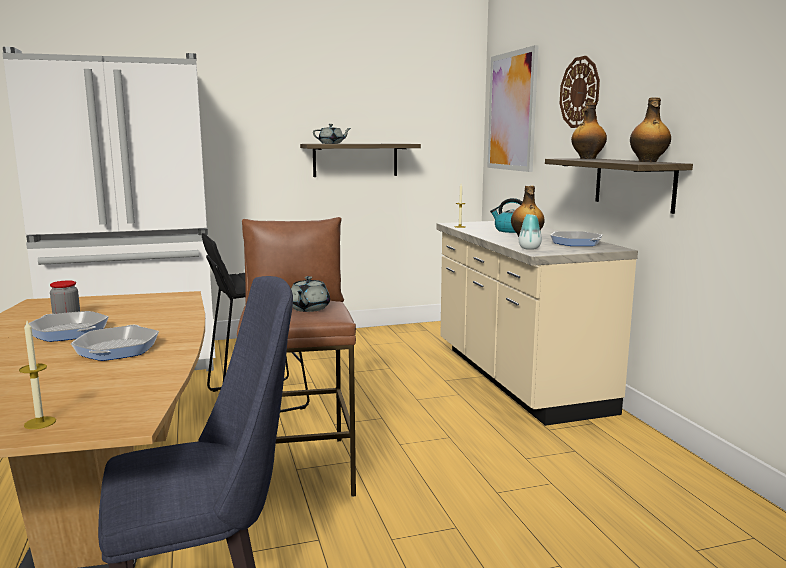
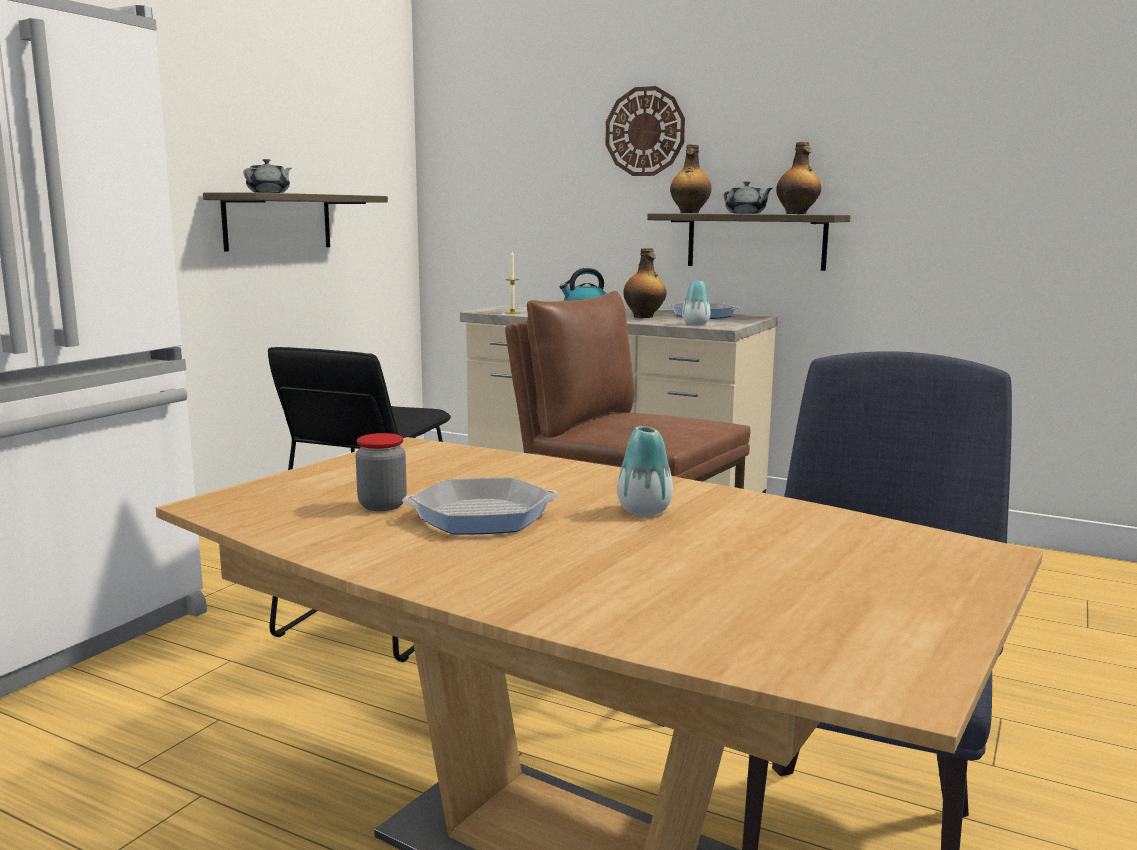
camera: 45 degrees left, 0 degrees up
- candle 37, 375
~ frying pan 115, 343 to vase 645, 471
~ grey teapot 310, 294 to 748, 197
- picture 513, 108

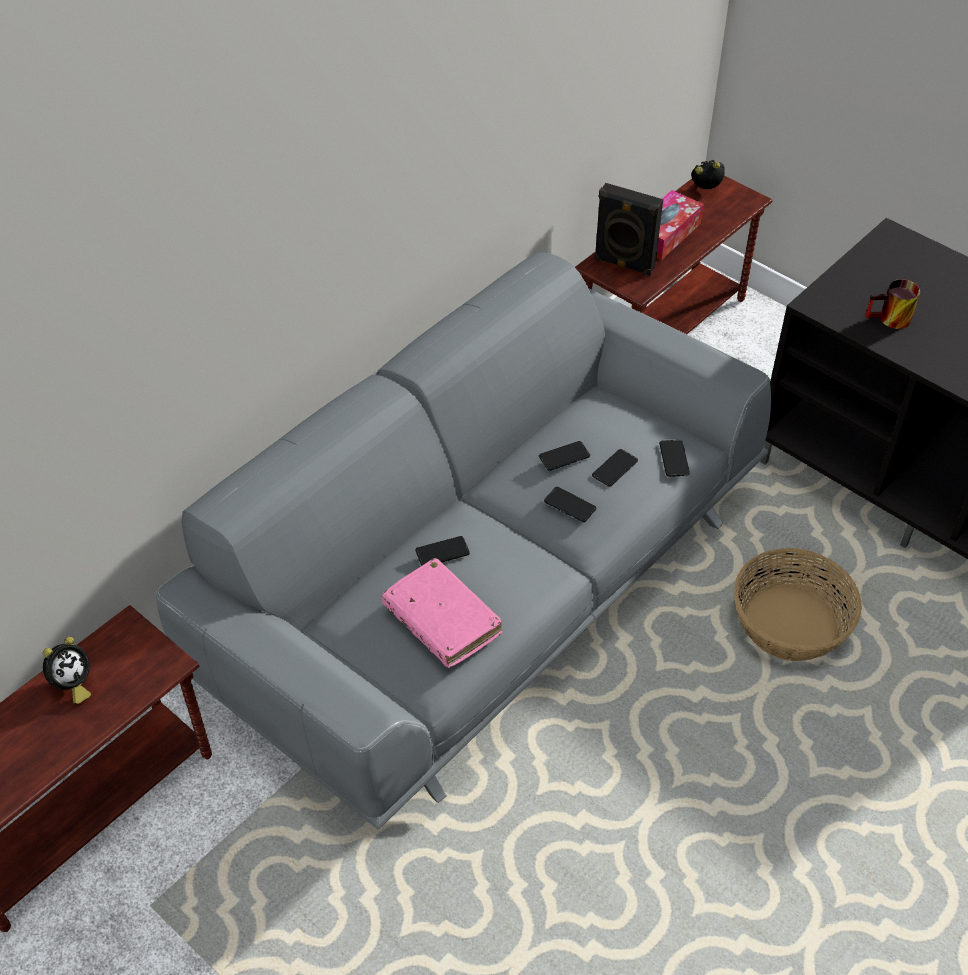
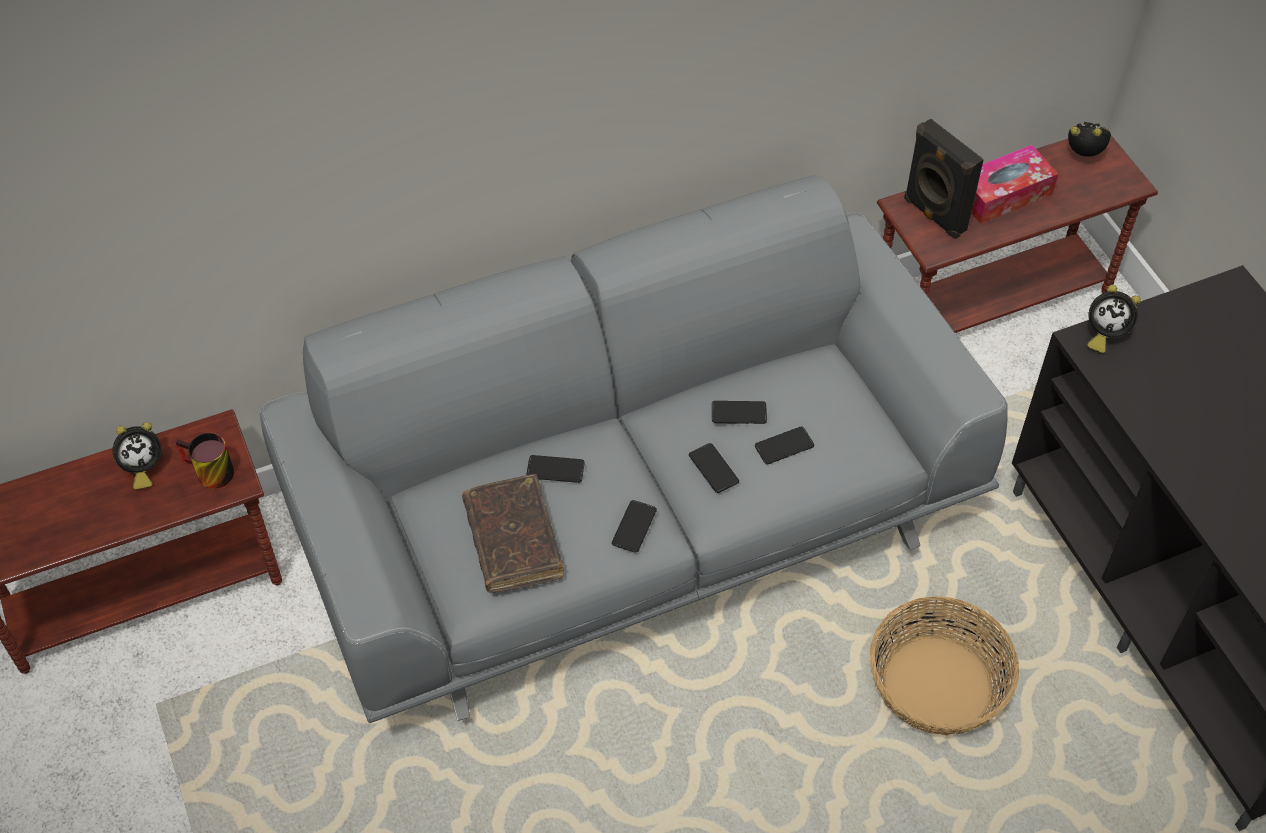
camera: 25 degrees right, 5 degrees up
~ pink book 442, 613 to brown book 513, 533
~ phone 674, 458 to 634, 526
~ mug 892, 304 to 205, 461
+ alarm clock 1114, 319

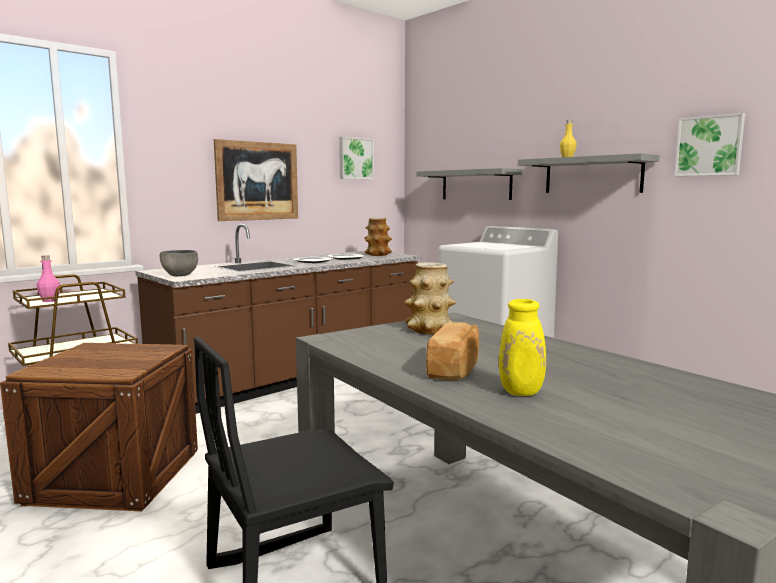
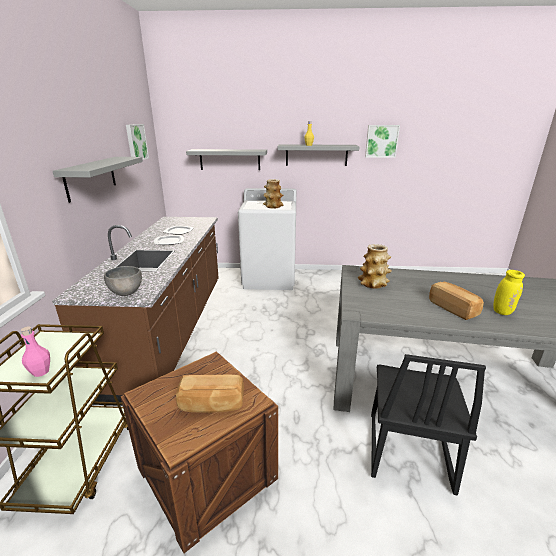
camera: 45 degrees left, 15 degrees up
~ picture 256, 180 to grey shelf 98, 180
~ vase 378, 237 to 273, 194
+ bread 210, 394

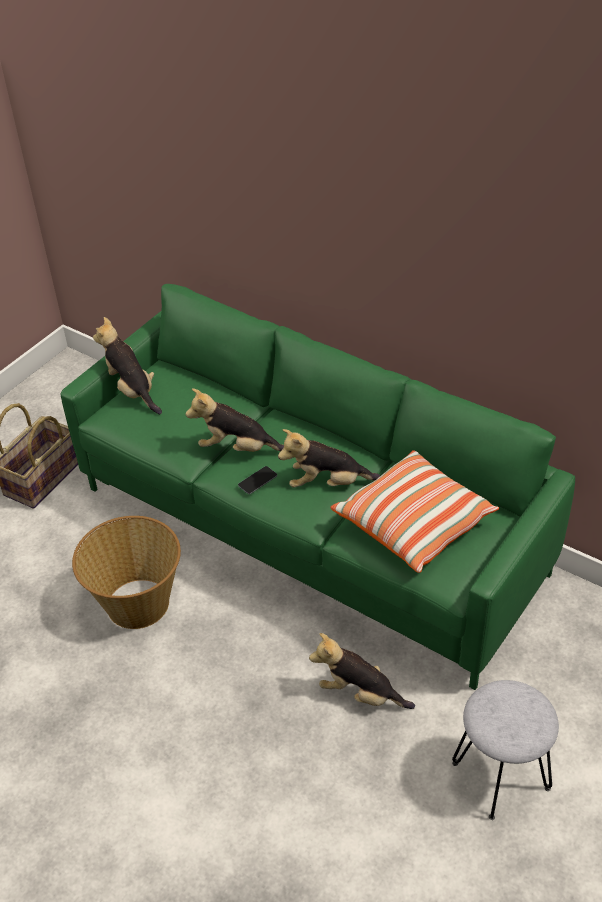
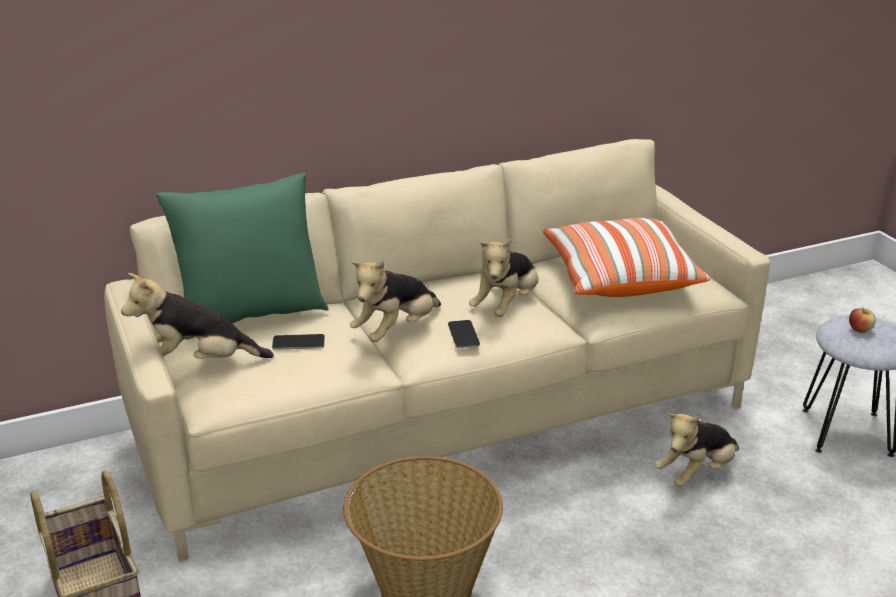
camera: 60 degrees left, 15 degrees down
~ green sofa 318, 487 to beige sofa 437, 350
+ green pillow 242, 256
+ phone 298, 342
+ apple 862, 319

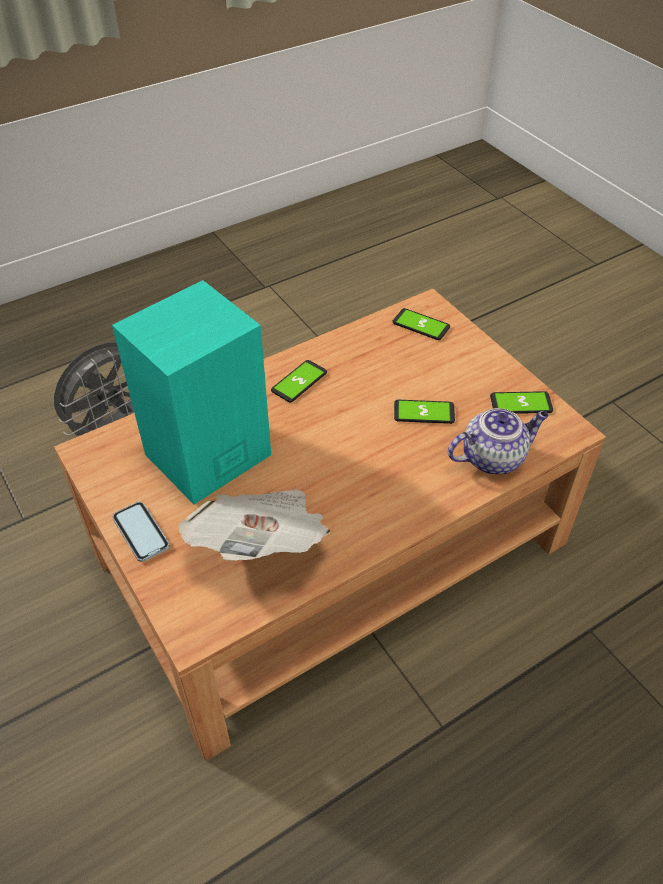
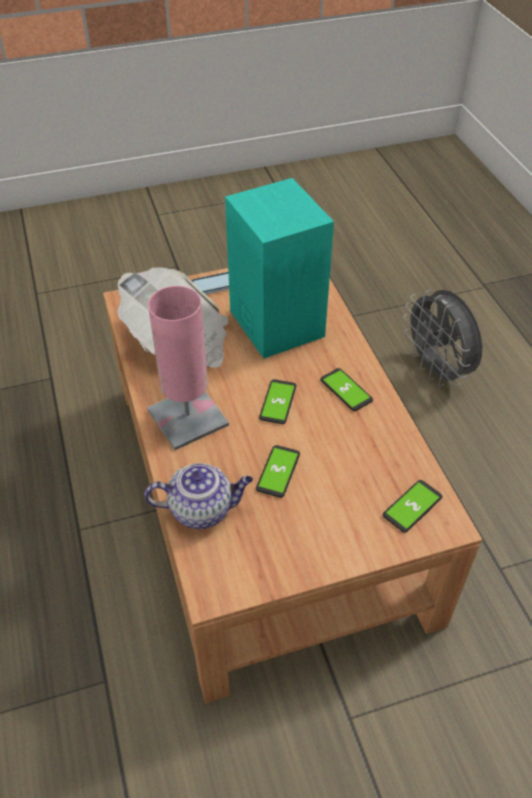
camera: 105 degrees right, 0 degrees up
~ teapot 498, 441 = 198, 496 90 degrees counterclockwise
~ phone 521, 402 to 277, 401
+ pink table lamp 188, 368

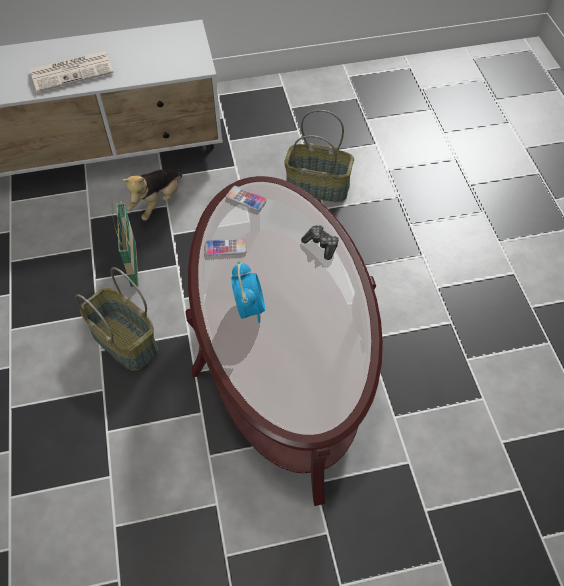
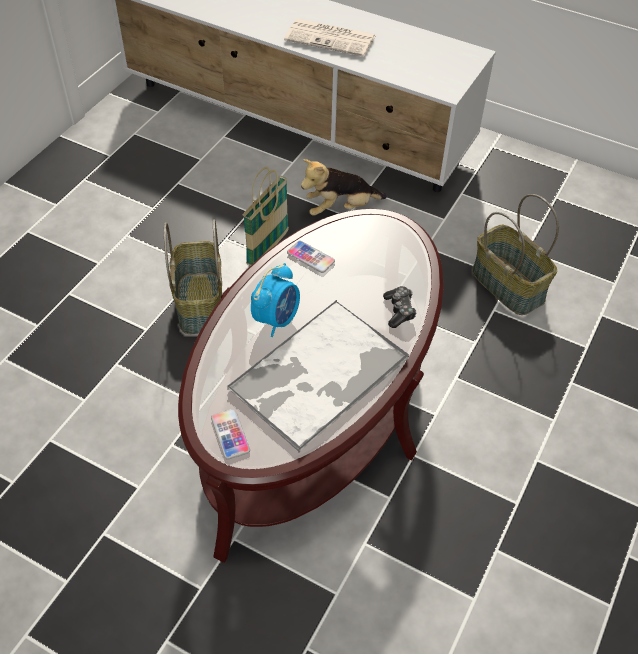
camera: 40 degrees right, 5 degrees down
~ phone 246, 198 to 230, 434
+ tray 317, 376

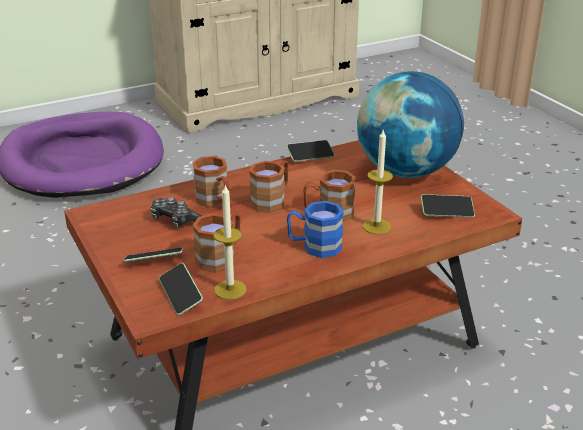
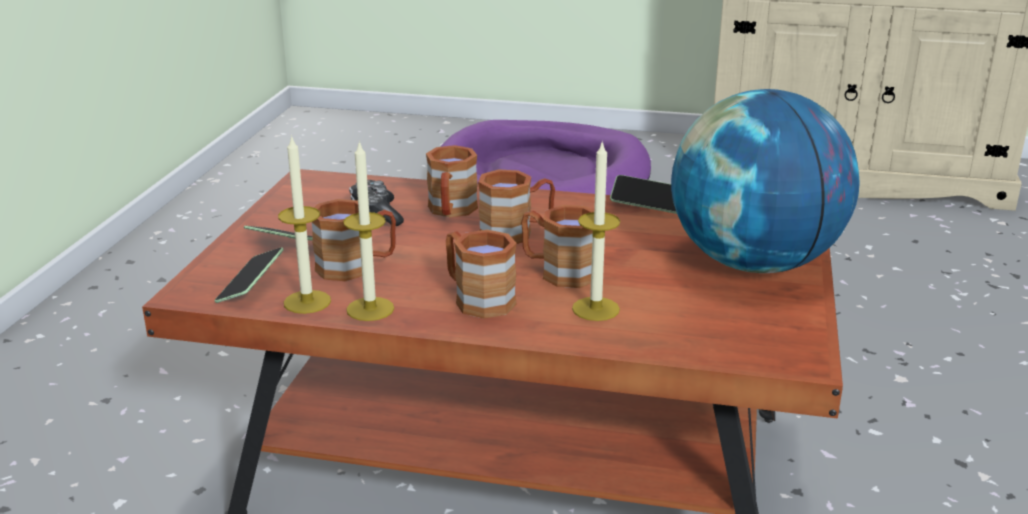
camera: 40 degrees right, 5 degrees down
~ blue mug 315, 229 to brown mug 481, 274
- phone 448, 206
+ candle 368, 230

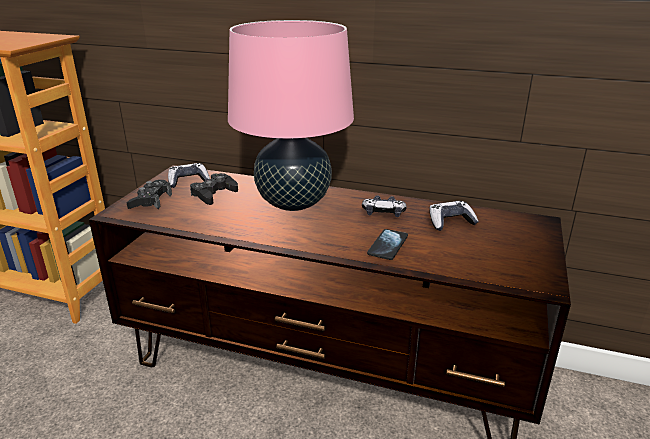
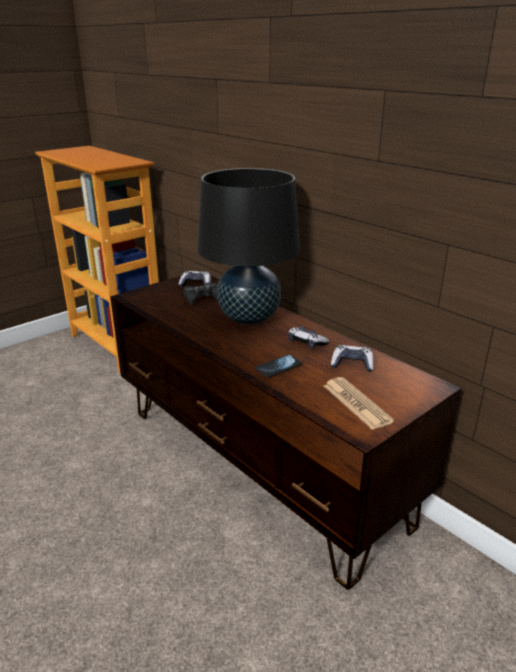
camera: 30 degrees right, 0 degrees up
- black game controller 149, 194
~ pink table lamp 291, 115 to black table lamp 248, 246
+ newspaper 359, 403

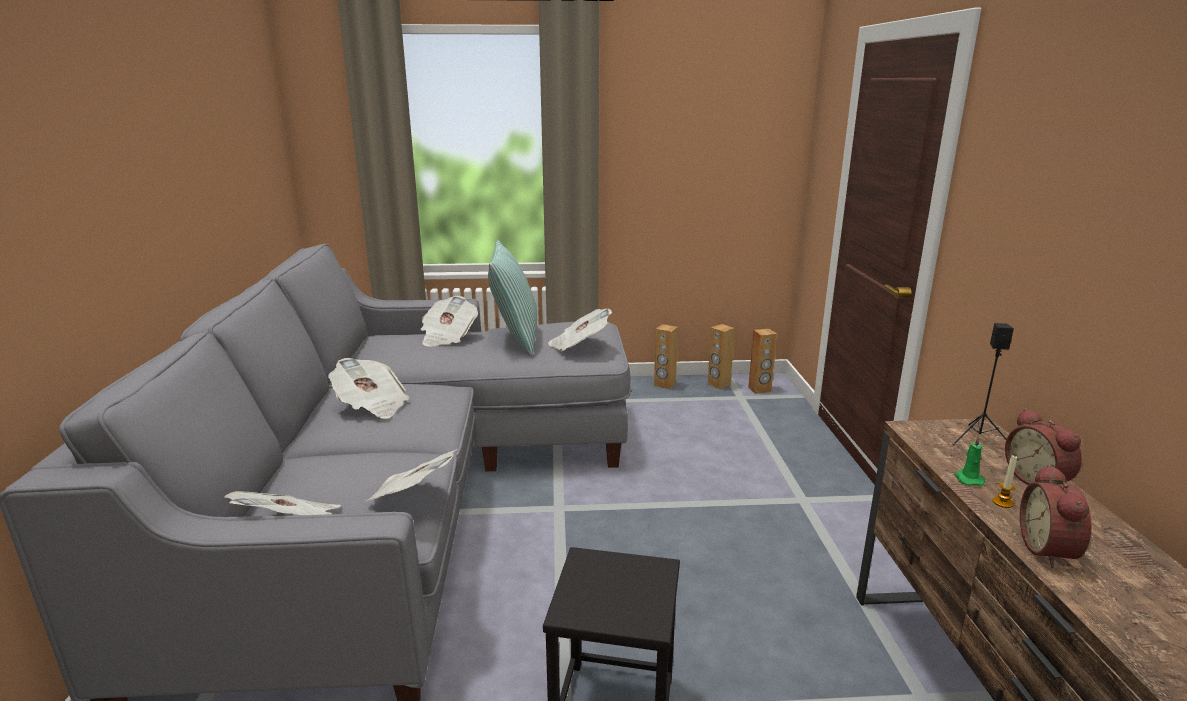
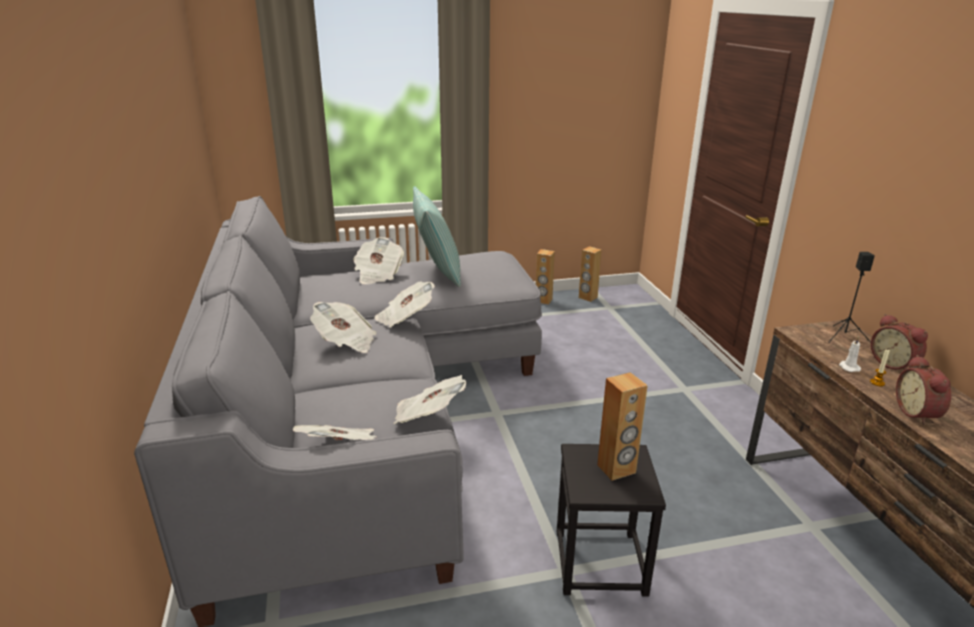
camera: 10 degrees left, 5 degrees up
~ newspaper 580, 330 to 404, 304
~ brown speaker 762, 361 to 622, 426
~ green candle 970, 461 to white candle 850, 354

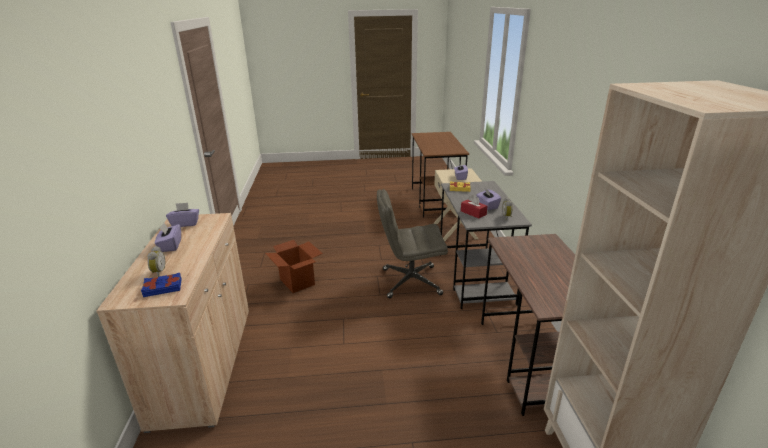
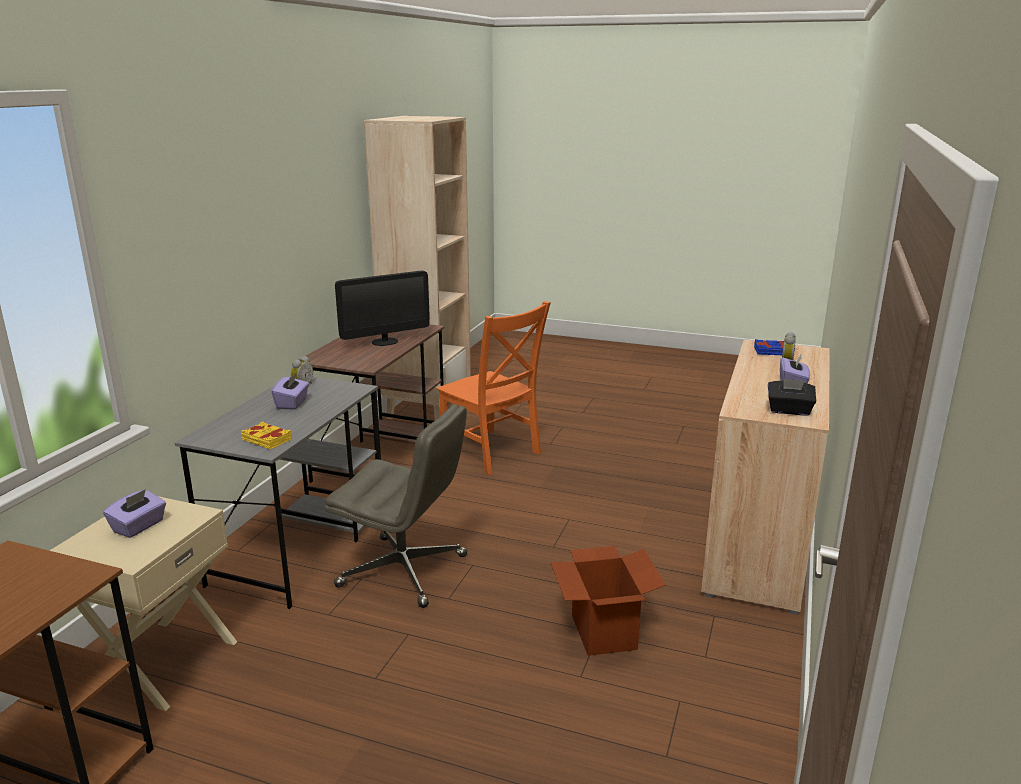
camera: 155 degrees left, 5 degrees down
~ purple tissue box 182, 215 to black tissue box 792, 397
- red tissue box 474, 206
+ monitor 382, 308
+ orange chair 494, 388

